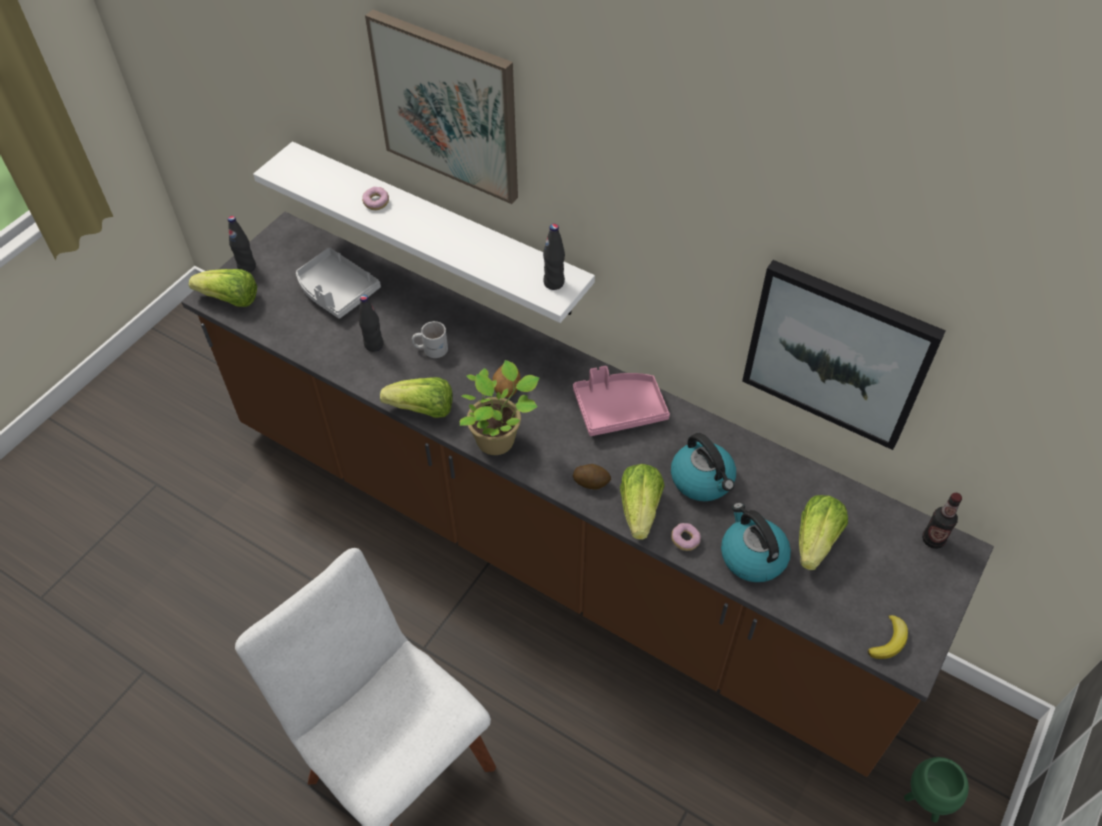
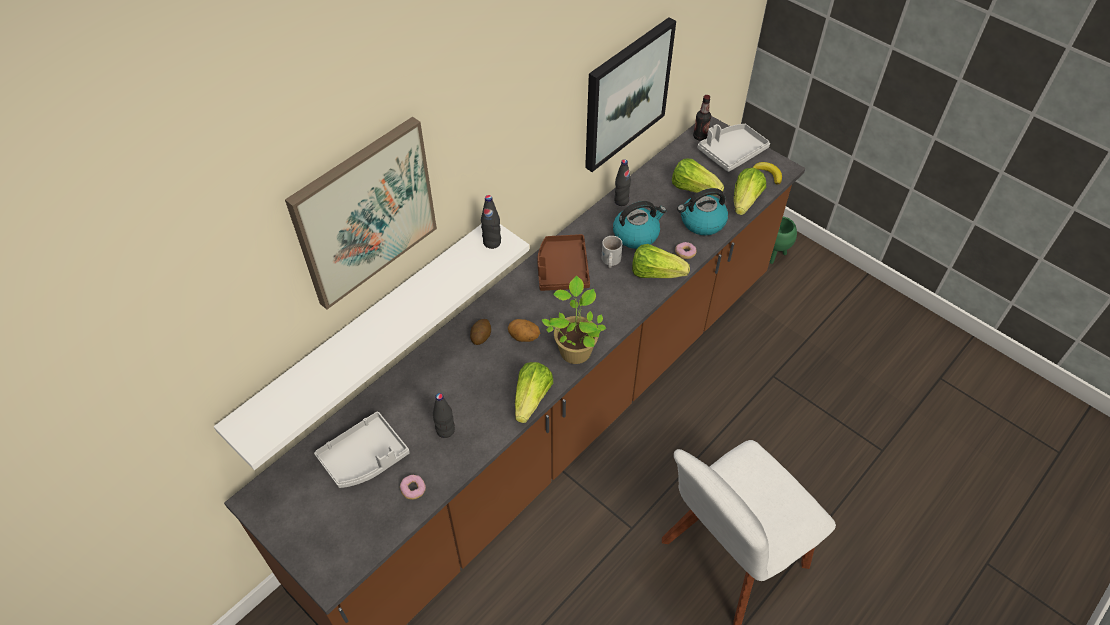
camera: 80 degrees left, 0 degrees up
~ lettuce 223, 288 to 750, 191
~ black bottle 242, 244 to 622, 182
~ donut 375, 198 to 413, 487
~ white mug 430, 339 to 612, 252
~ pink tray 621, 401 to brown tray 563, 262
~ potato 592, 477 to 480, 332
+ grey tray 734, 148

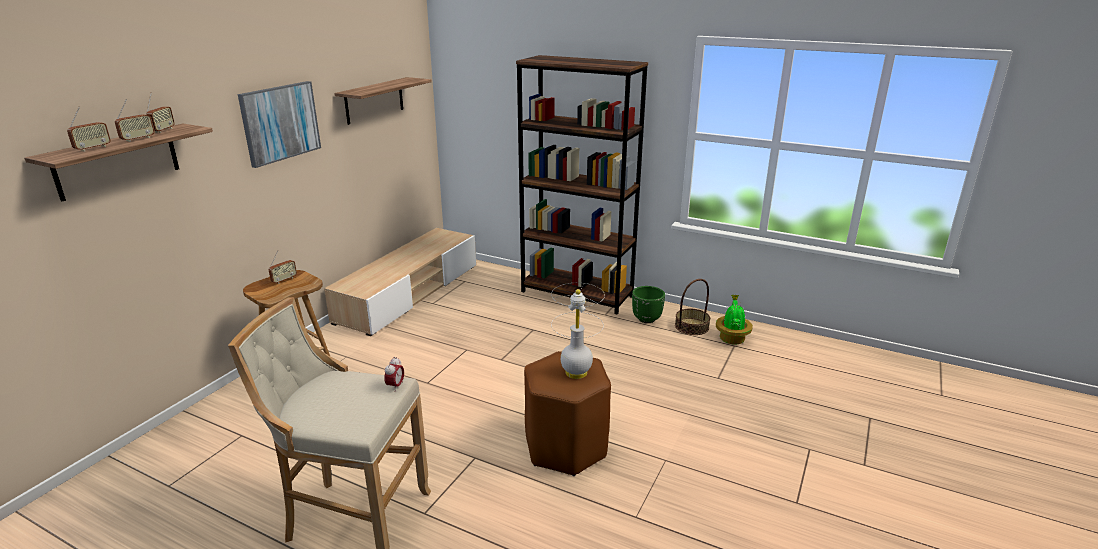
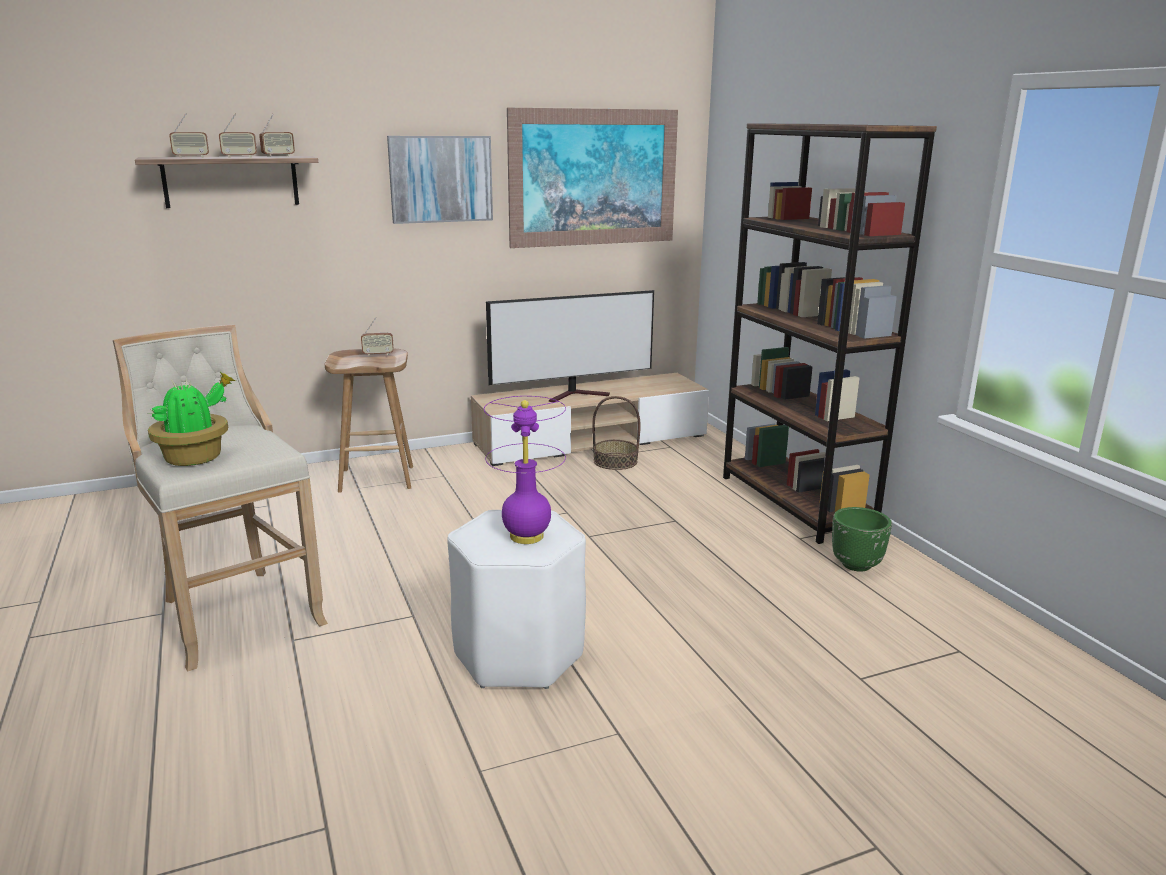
camera: 40 degrees right, 5 degrees down
~ shelf 383, 101 to picture 592, 178
- alarm clock 394, 374
~ brown stool 567, 413 to white stool 516, 599
~ white table lamp 578, 331 to purple table lamp 525, 470
~ basket 692, 307 to 616, 433
~ potted plant 734, 319 to 192, 419
+ television 570, 346

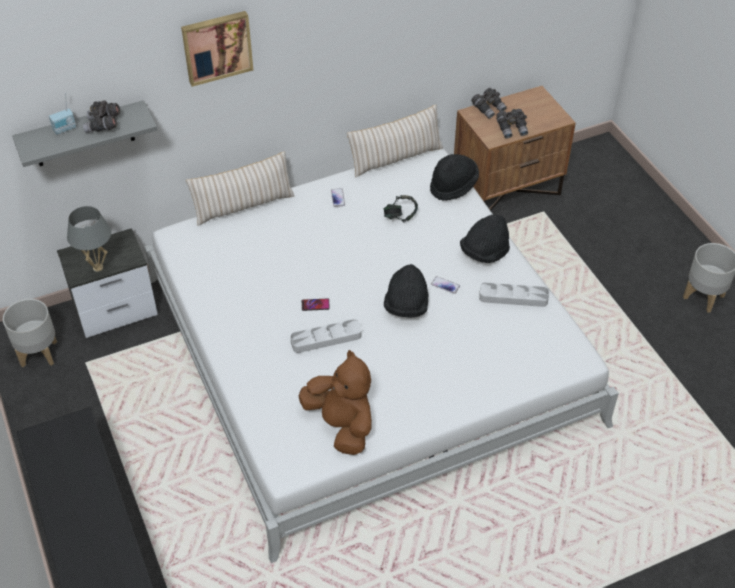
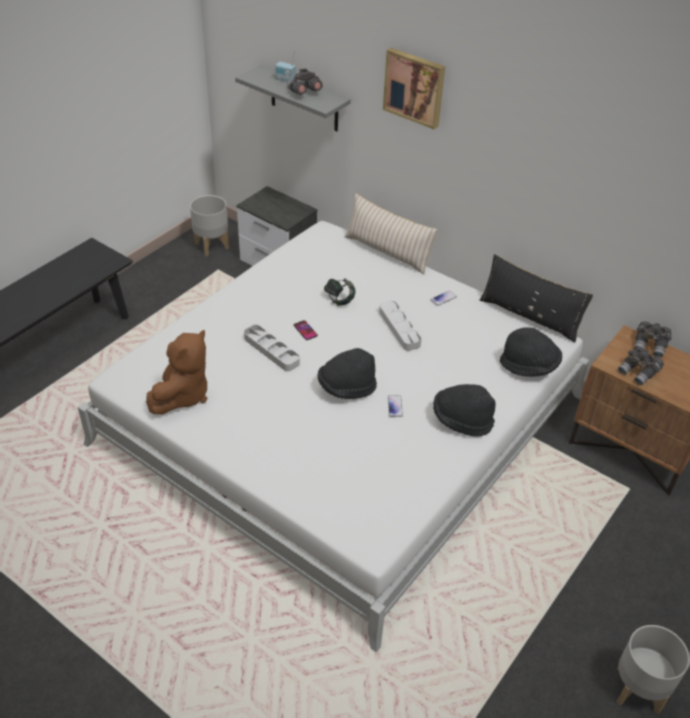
camera: 60 degrees right, 5 degrees down
- grey table lamp 89, 239
~ beige pillow 395, 141 to black pillow 536, 298
~ headphones 400, 208 to 339, 292
~ grey tray 514, 294 to 400, 326

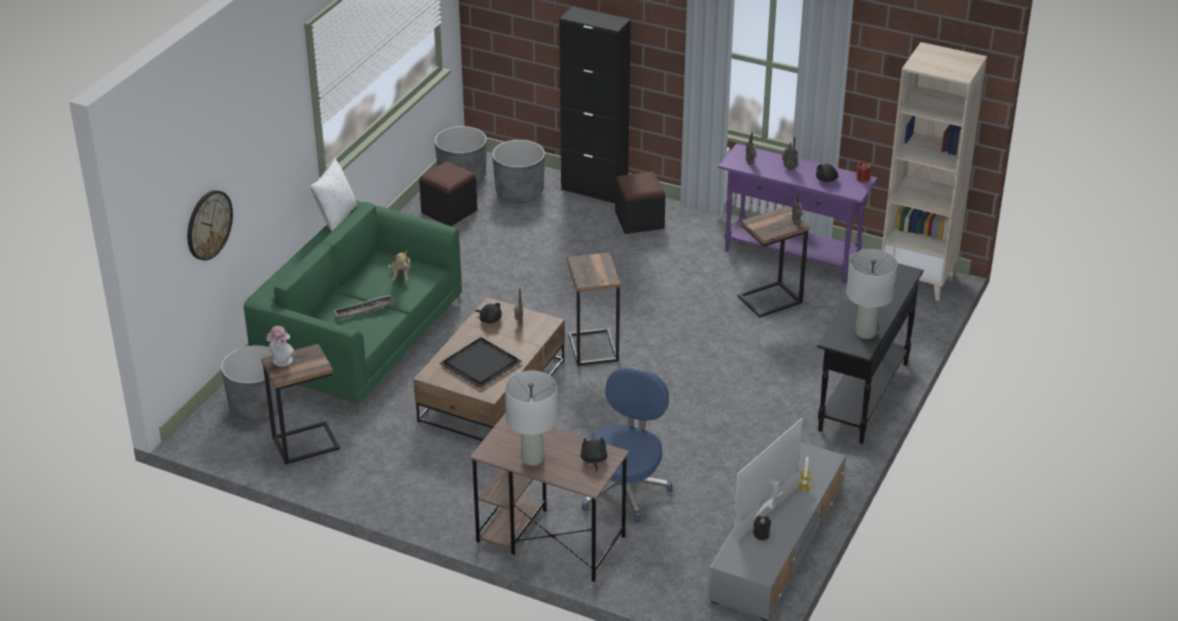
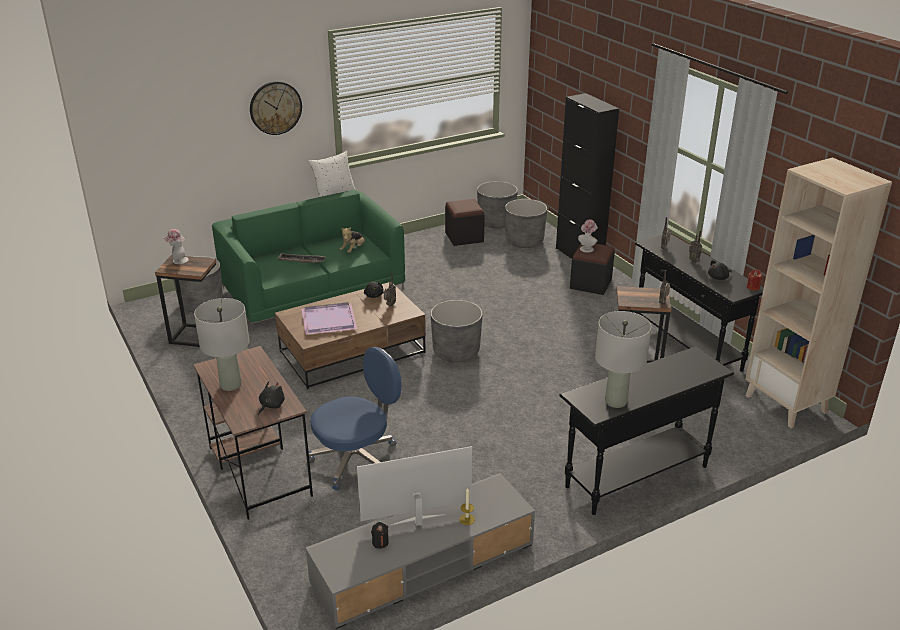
camera: 35 degrees right, 5 degrees down
~ wall clock 210, 225 to 276, 108
~ black tray 481, 363 to purple tray 330, 318
~ side table 593, 309 to grey planter 457, 331
~ purple console table 798, 213 to black console table 699, 303
+ hat 588, 236

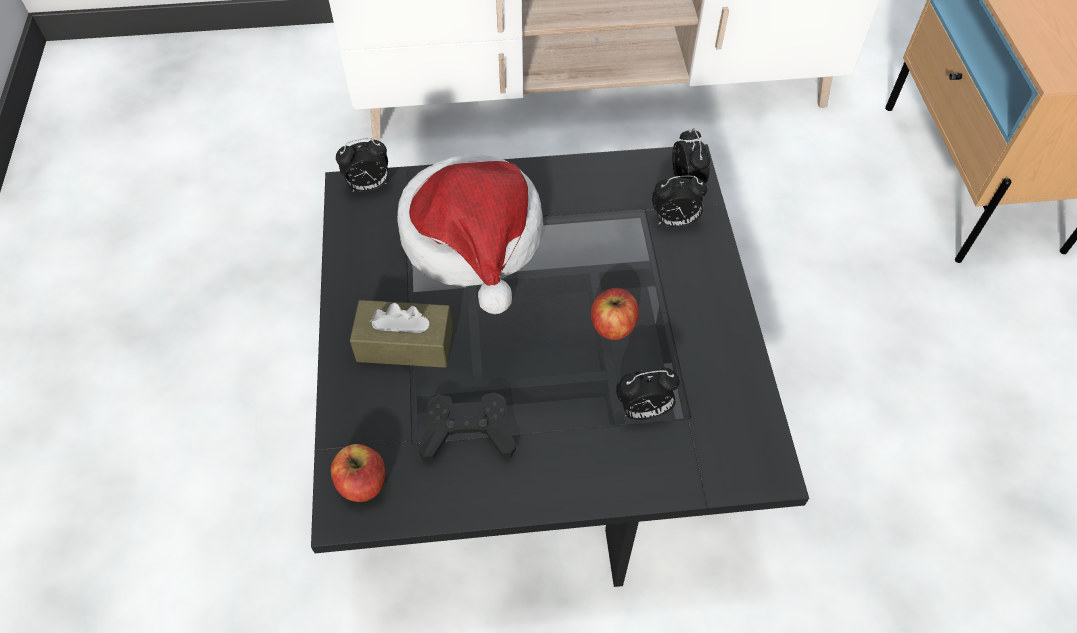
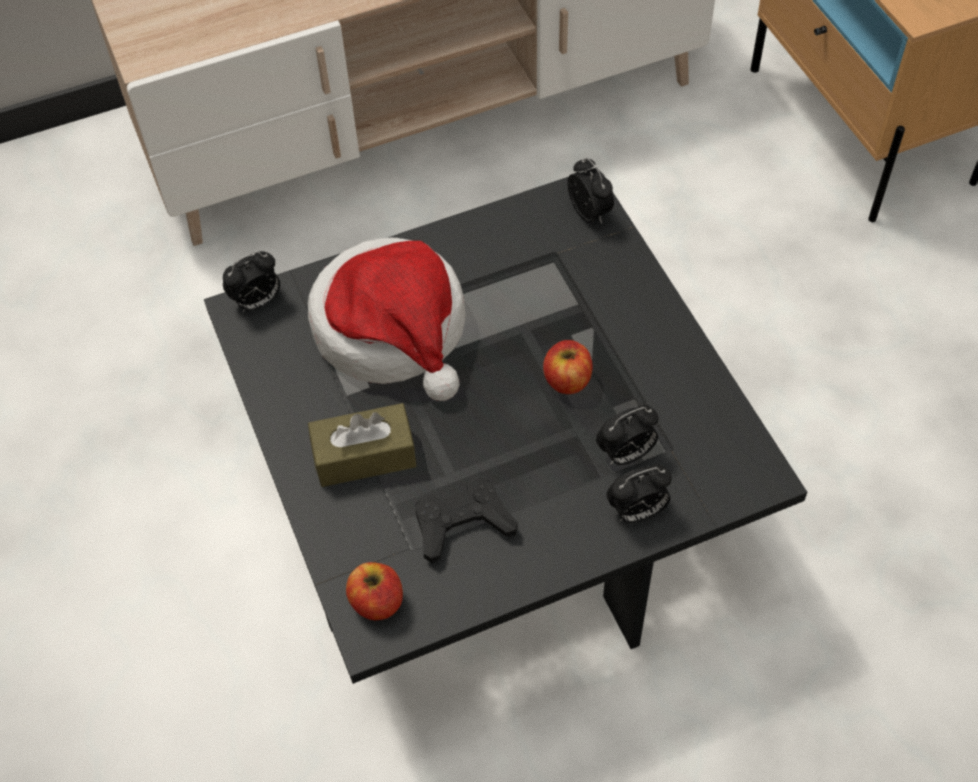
camera: 15 degrees left, 0 degrees up
~ alarm clock 679, 202 to 639, 493

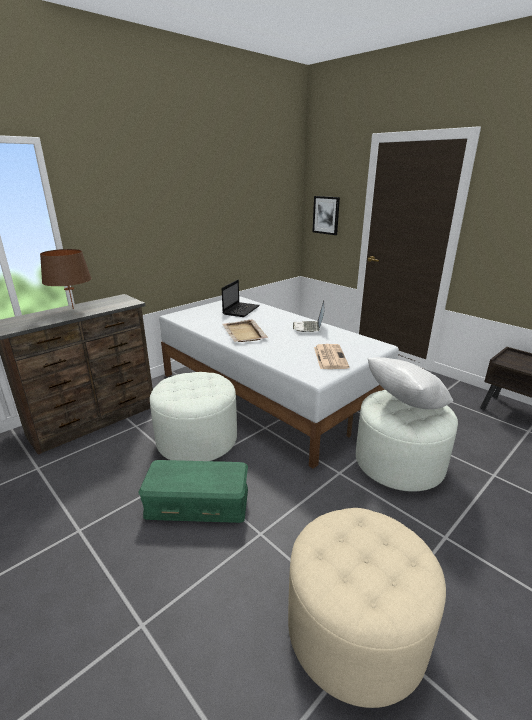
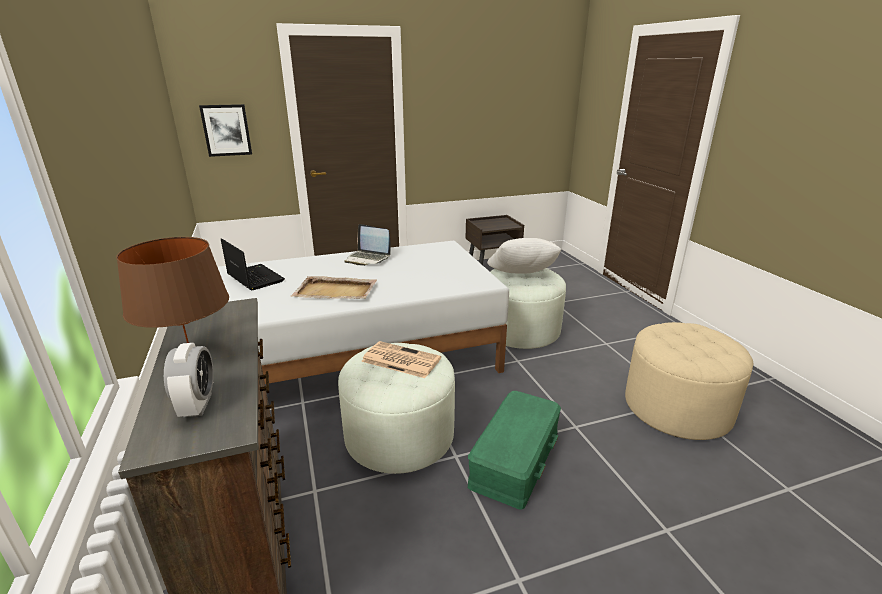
camera: 65 degrees left, 0 degrees up
~ newspaper 331, 356 to 401, 359
+ alarm clock 189, 380

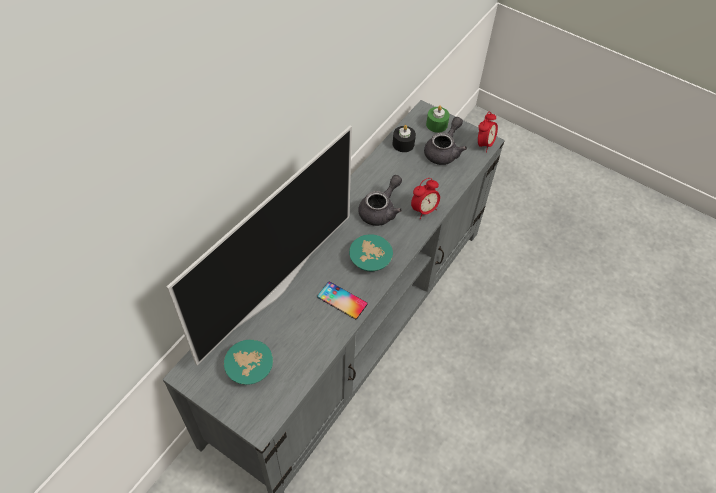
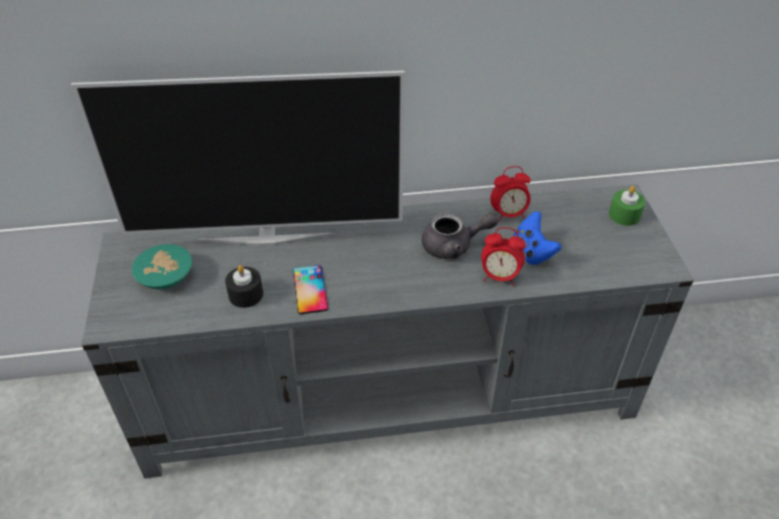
camera: 50 degrees right, 10 degrees down
- turquoise bowl 371, 253
~ black candle 404, 138 to 244, 286
- grey teapot 445, 141
~ alarm clock 488, 131 to 510, 194
+ blue game controller 538, 238

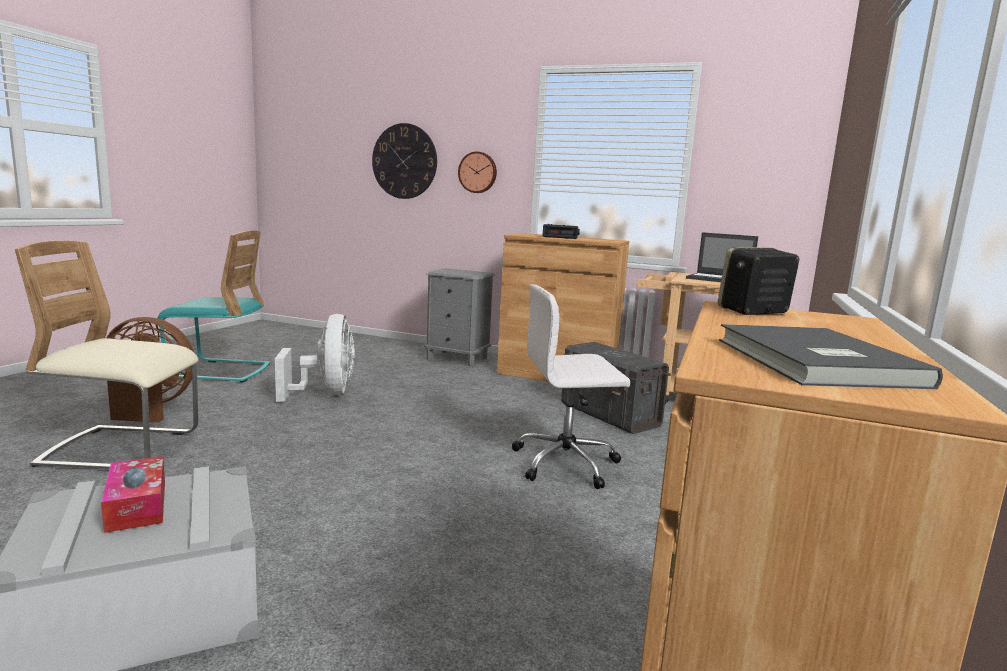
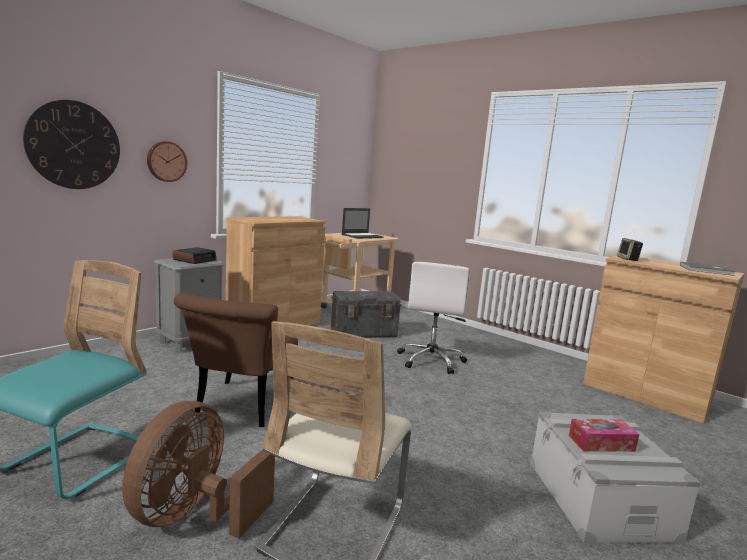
camera: 70 degrees left, 0 degrees up
~ white fan 315, 358 to brown chair 236, 360
~ alarm clock 561, 231 to 195, 255

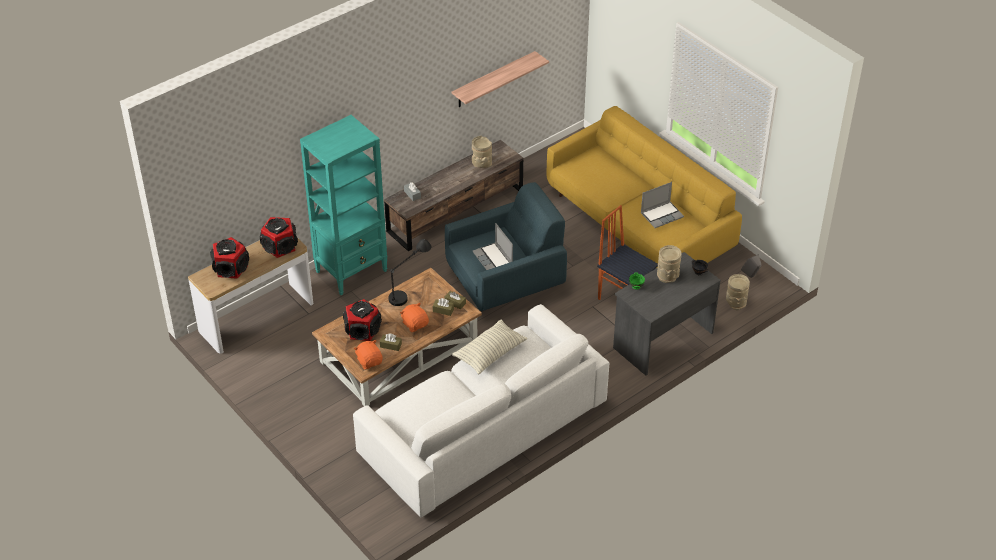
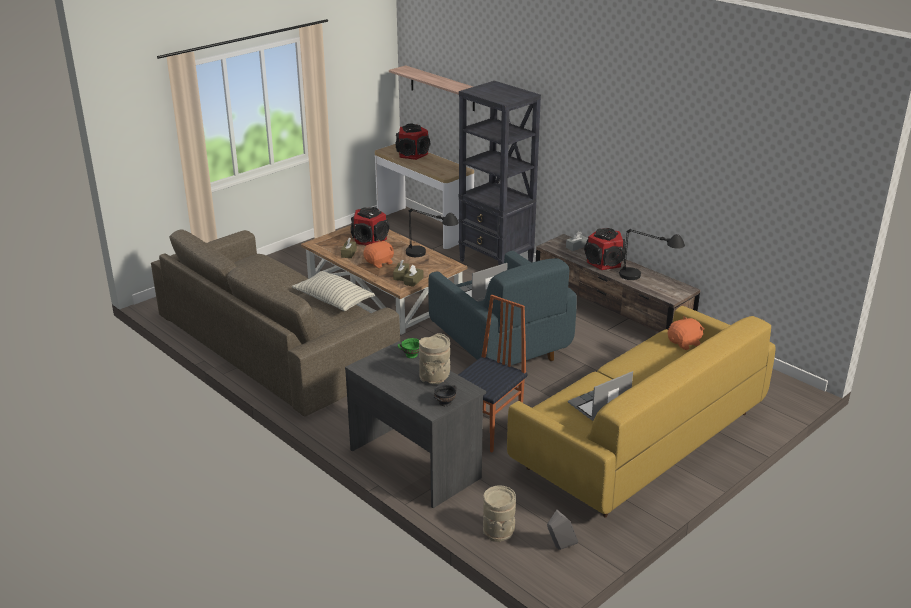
camera: 85 degrees right, 15 degrees down
~ speaker 279, 237 to 605, 249
~ turquoise bookcase 344, 205 to black bookcase 499, 173
~ white sofa 481, 411 to brown sofa 275, 323
~ orange plush toy 368, 354 to 686, 333
~ shelf 500, 79 to 432, 88
~ beige vase 482, 152 to black table lamp 652, 254
~ laptop 662, 205 = 600, 396 90 degrees clockwise

